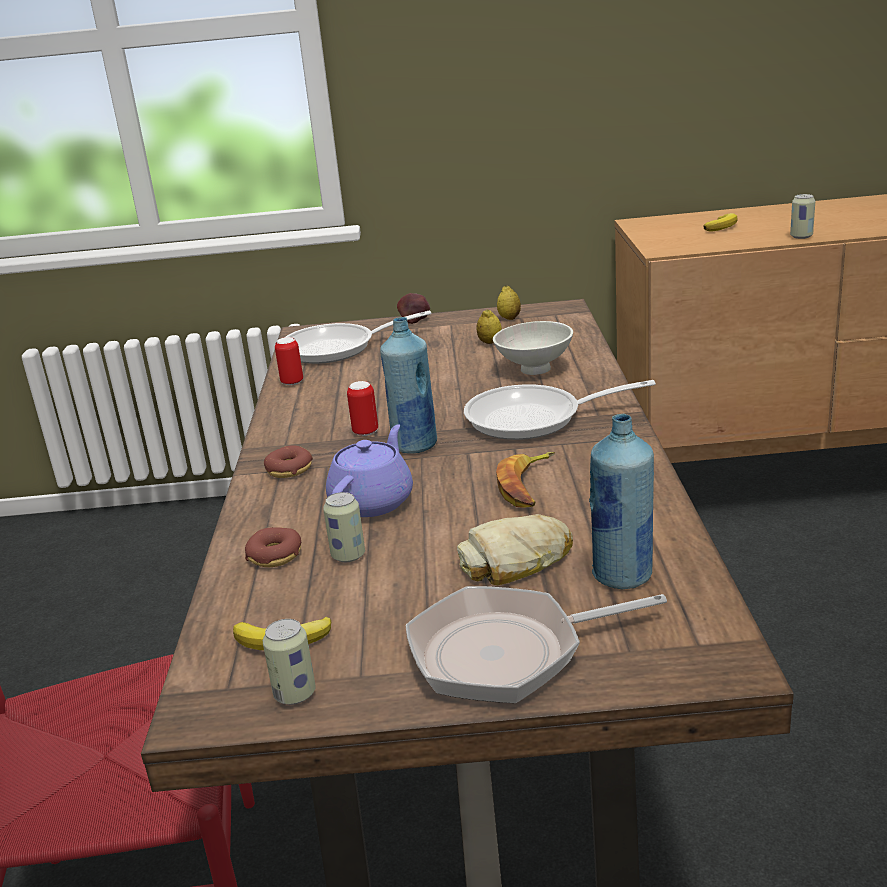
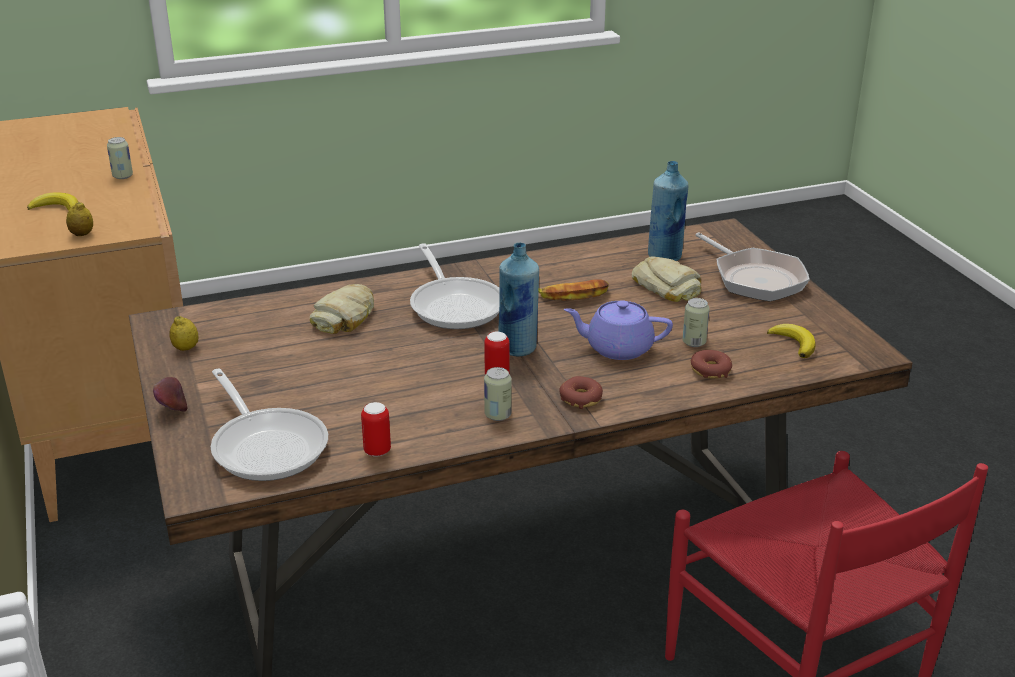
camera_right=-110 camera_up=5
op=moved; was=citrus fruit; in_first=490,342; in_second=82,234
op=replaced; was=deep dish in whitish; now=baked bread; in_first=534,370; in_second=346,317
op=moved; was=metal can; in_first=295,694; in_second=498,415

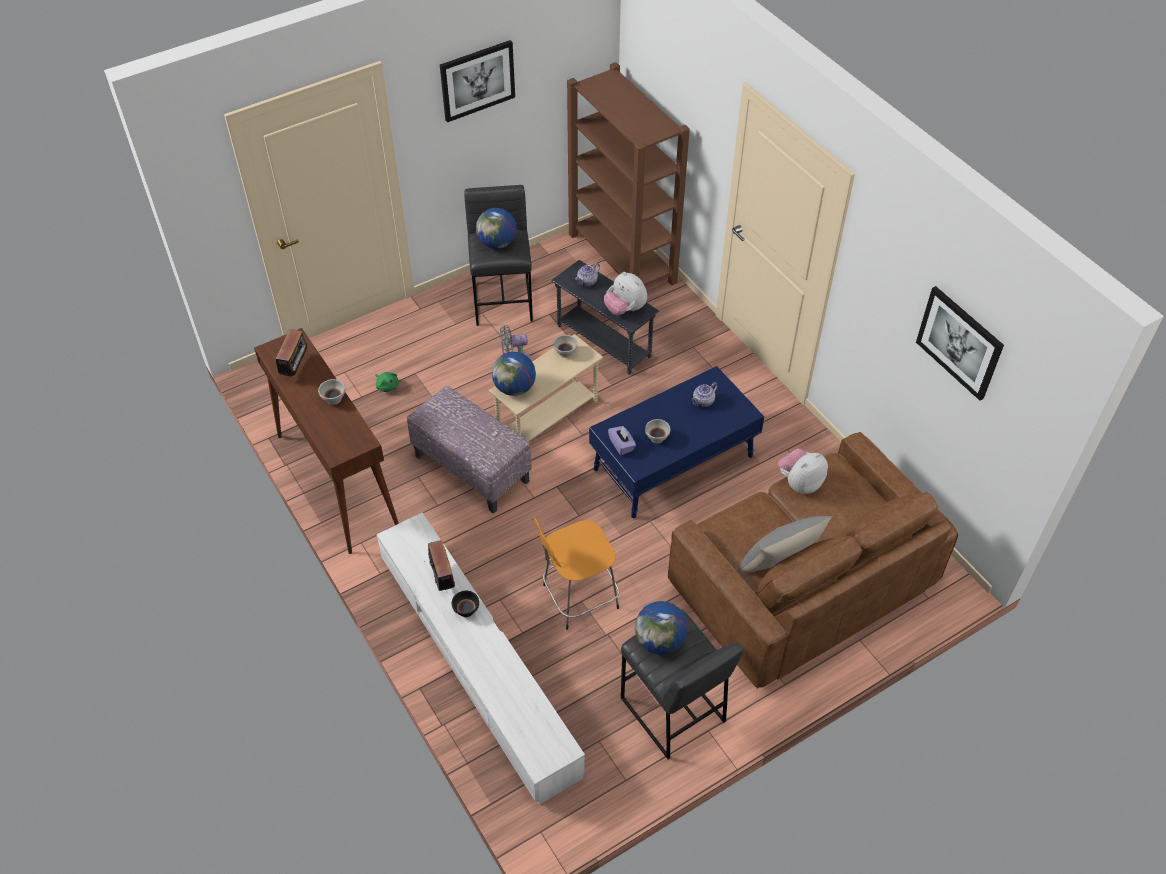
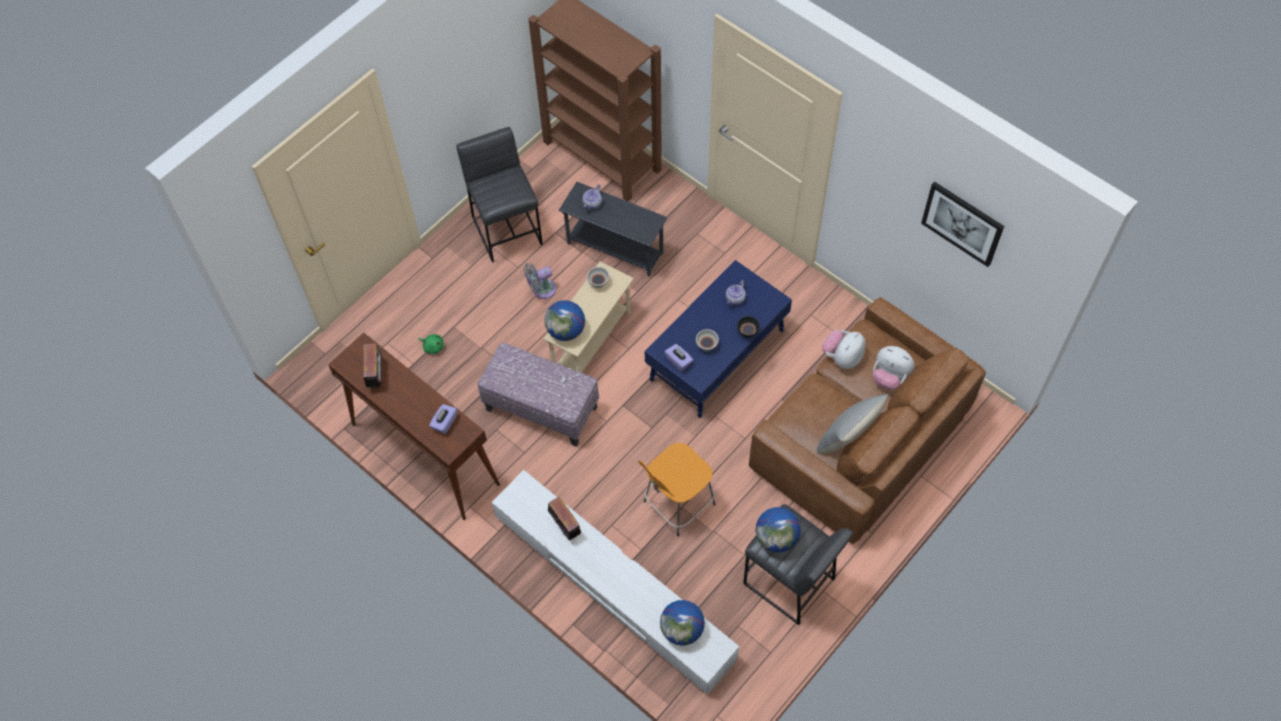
camera_right=-15 camera_up=10
op=removed; was=wall art; in_first=477,80
op=moved; was=world globe; in_first=497,243; in_second=682,630
op=moved; was=plush toy; in_first=625,309; in_second=889,377
op=removed; was=deep dish in whitish; in_first=333,399
op=moved; was=deep dish in blackish; in_first=466,610; in_second=747,332
op=added; now=tissue holder in purplish; in_second=444,423

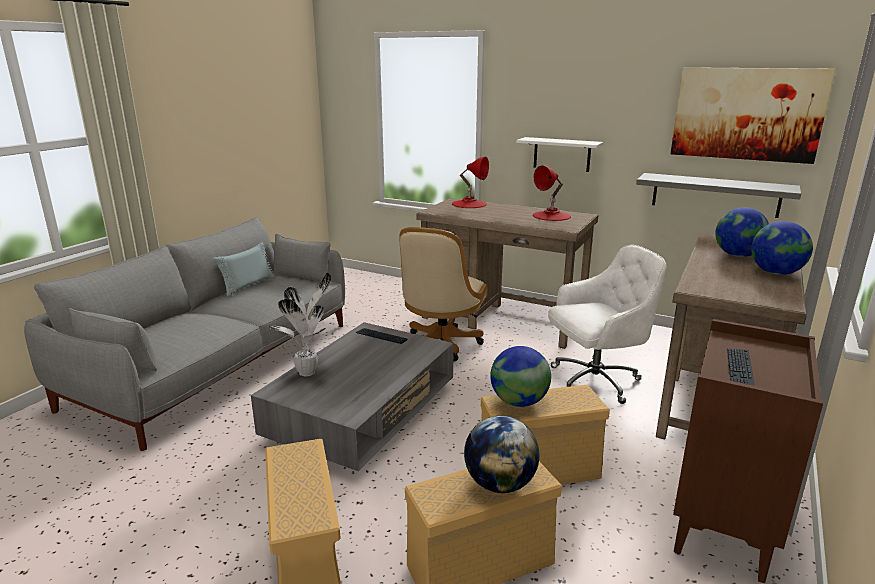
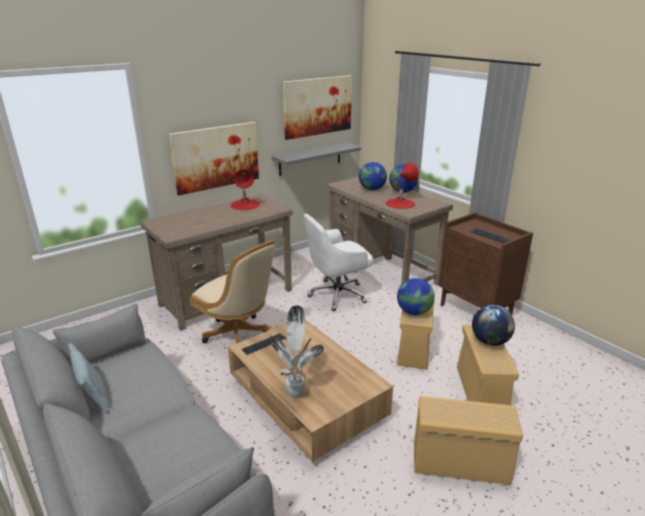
camera_right=-65 camera_up=5
op=replaced; was=bracket shelf in whitish; now=wall art; in_first=562,154; in_second=216,157
op=moved; was=tabletop lamp in reddish; in_first=469,204; in_second=400,203
op=turned; was=desk chair in whitish; in_first=595,380; in_second=337,294; clockwise=-120
op=recoloured; was=coffee table in gray; now=coffee table in brown-coloured; in_first=363,414; in_second=306,400

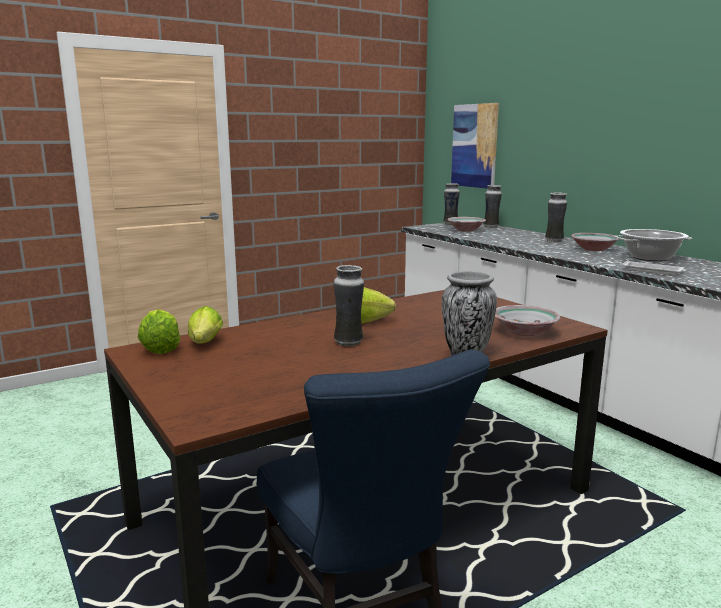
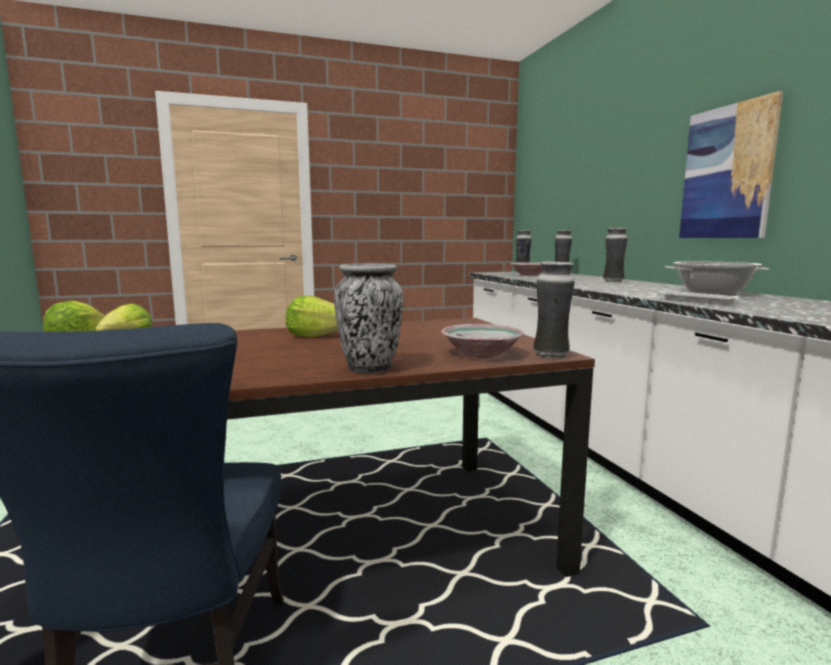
camera_right=15 camera_up=-5
op=moved; was=wall art; in_first=474,146; in_second=727,173
op=removed; was=deep dish; in_first=593,249
op=moved; was=vase; in_first=349,342; in_second=551,355

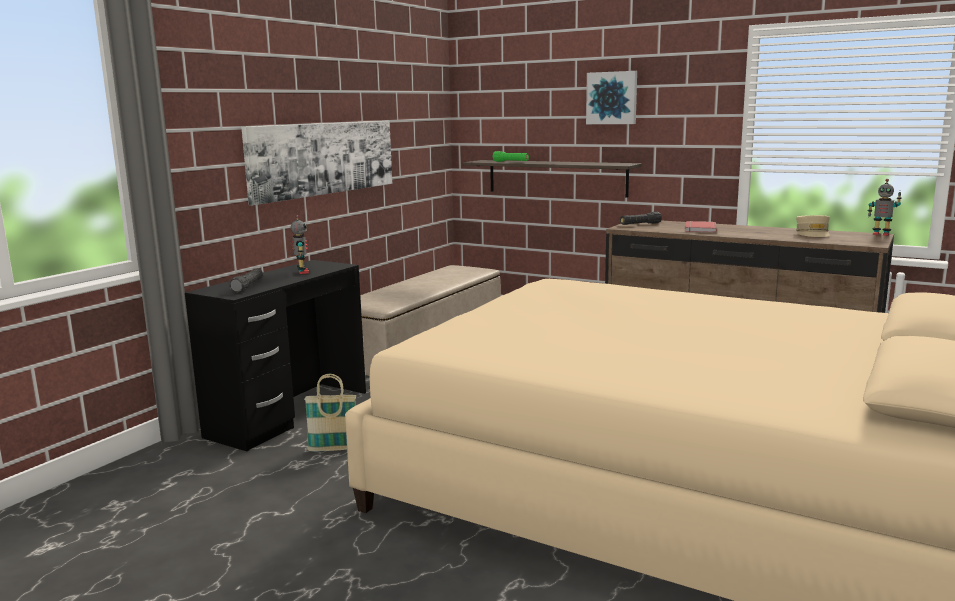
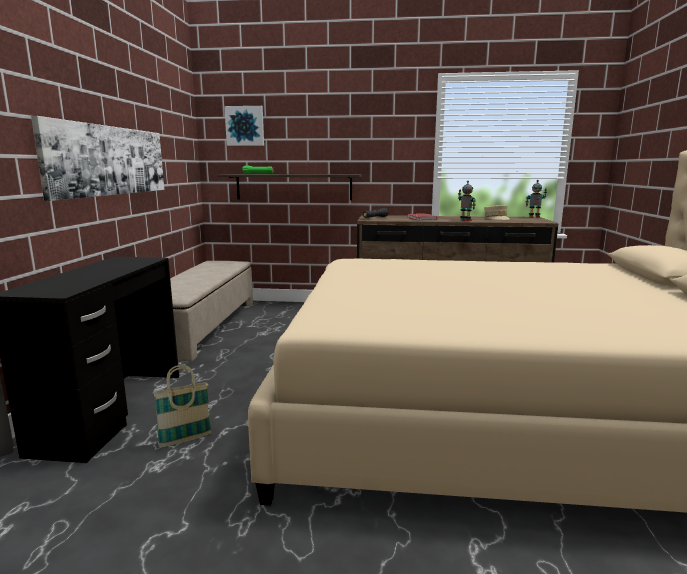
camera_right=-25 camera_up=0
op=moved; was=wall art; in_first=612,98; in_second=245,126
op=moved; was=toy robot; in_first=302,272; in_second=465,220
op=removed; was=torch in blackish; in_first=248,286

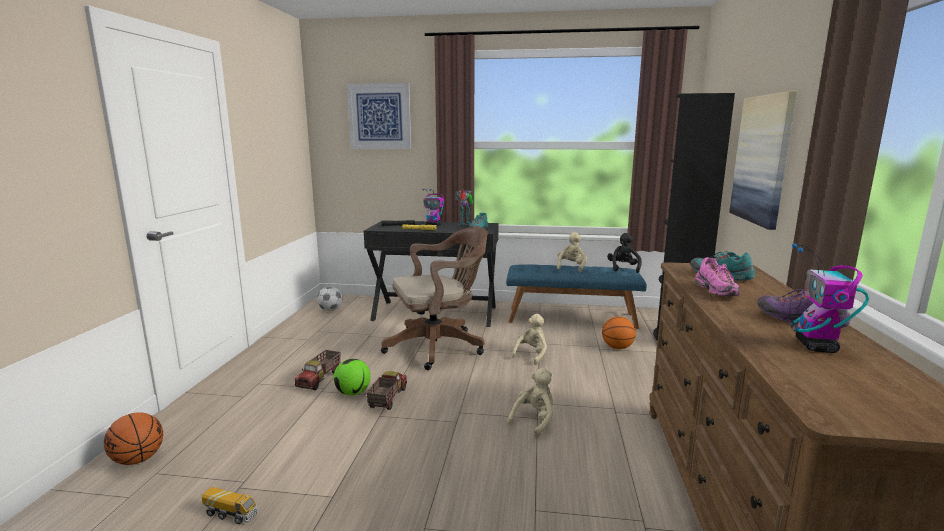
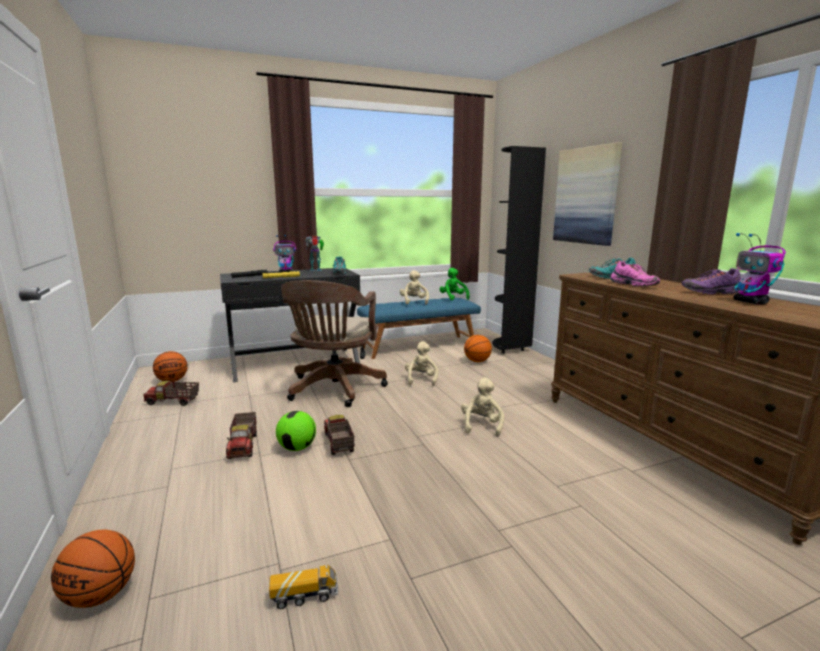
camera_right=-30 camera_up=0
op=removed; was=wall art; in_first=379,116
op=turned; was=desk chair in brown-coloured; in_first=439,346; in_second=334,390; clockwise=150
op=recoloured; was=plush toy in blackish; now=plush toy in green-coloured; in_first=623,268; in_second=453,298
op=replaced; was=ball for football; now=basketball ball; in_first=330,310; in_second=172,381
op=added; now=model truck; in_second=173,402

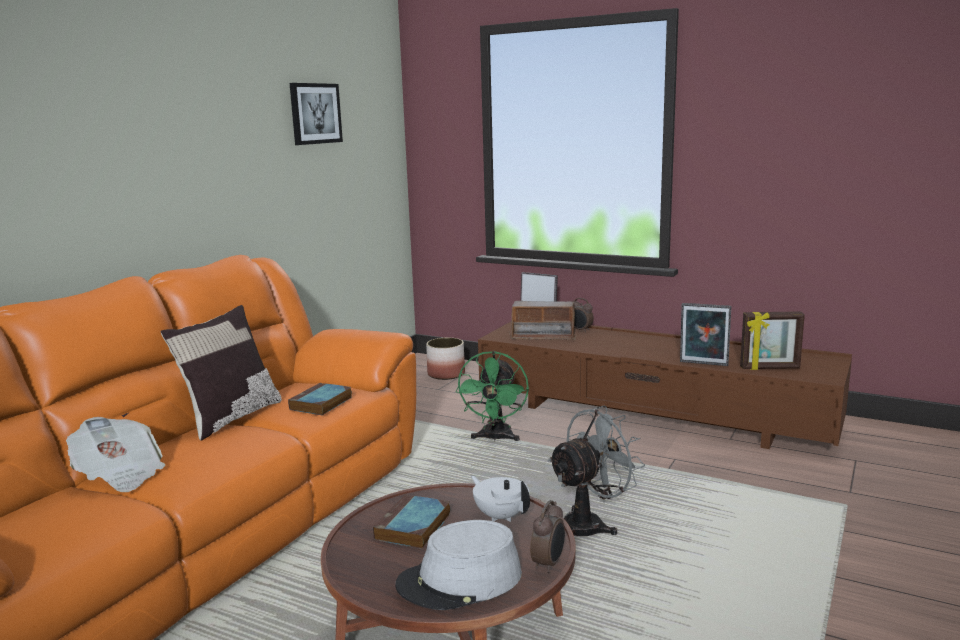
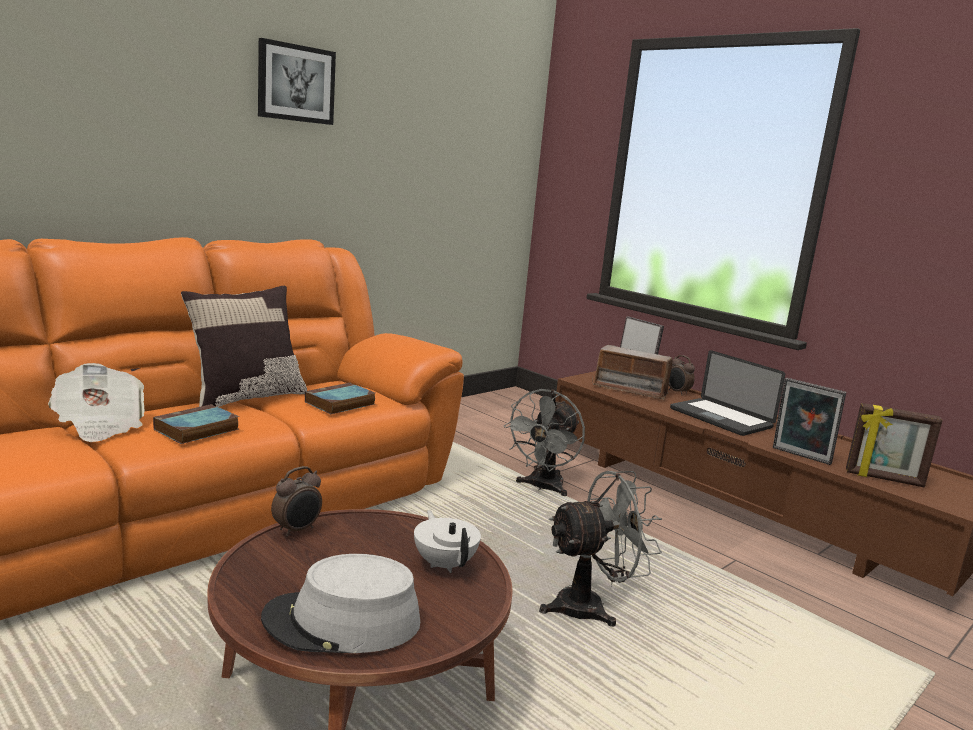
camera_right=15 camera_up=0
op=moved; was=wall art; in_first=315,113; in_second=295,83
op=removed; was=plant pot; in_first=446,374
op=recoloured; was=cooling fan in green-coloured; now=cooling fan in gray; in_first=495,438; in_second=542,488
op=moved; was=book; in_first=413,528; in_second=196,430
op=moved; was=table clock; in_first=549,564; in_second=297,530
op=added; now=laptop; in_second=720,418

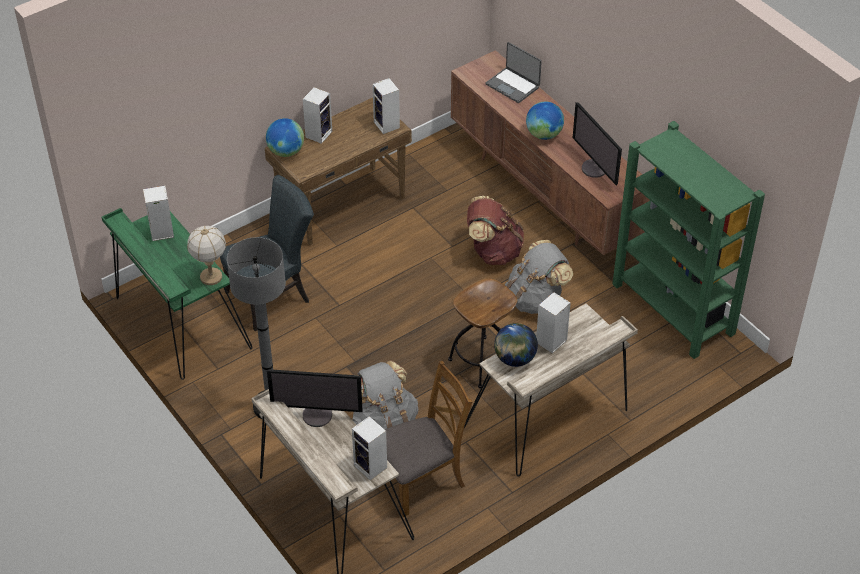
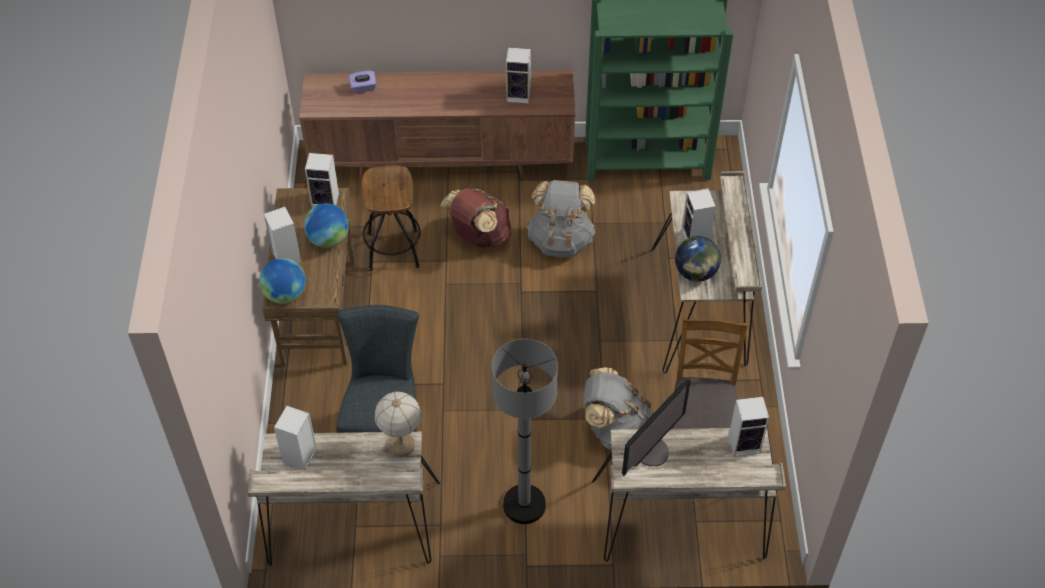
camera_right=-55 camera_up=5
op=replaced; was=laptop; now=tissue holder in purplish; in_first=513,85; in_second=363,88
op=moved; was=world globe; in_first=544,135; in_second=328,240
op=replaced; was=computer screen; now=speaker; in_first=595,168; in_second=519,95
op=recoloured; was=desk in green-coloured; now=desk in beige-coloured; in_first=179,322; in_second=351,526
op=moved; was=stool seat in brown-coloured; in_first=482,361; in_second=393,249

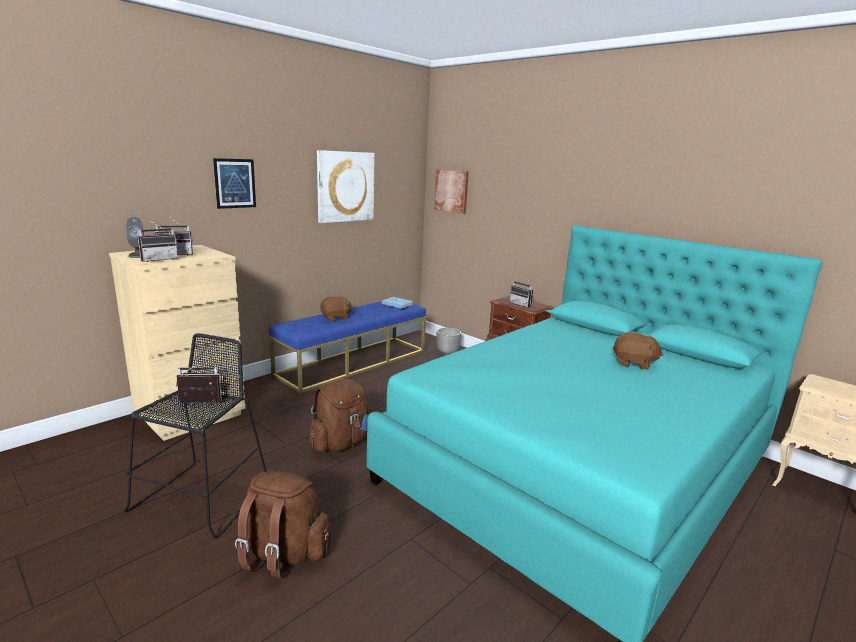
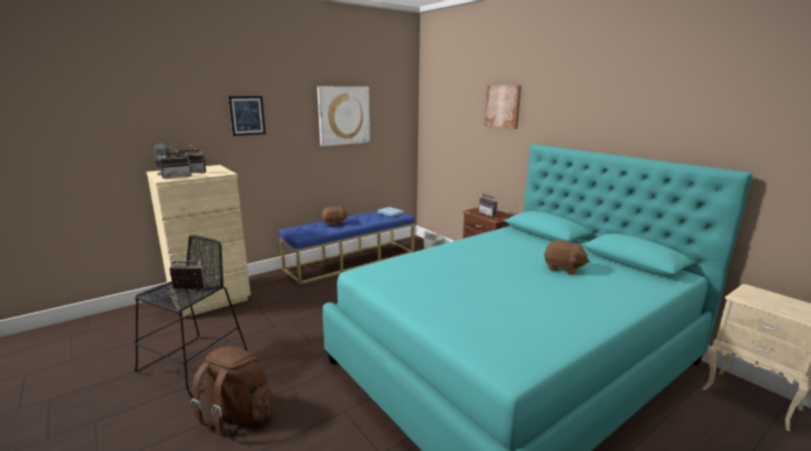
camera_right=10 camera_up=0
op=moved; was=wall art; in_first=451,191; in_second=503,106
op=removed; was=rucksack in brown-coloured; in_first=341,443

